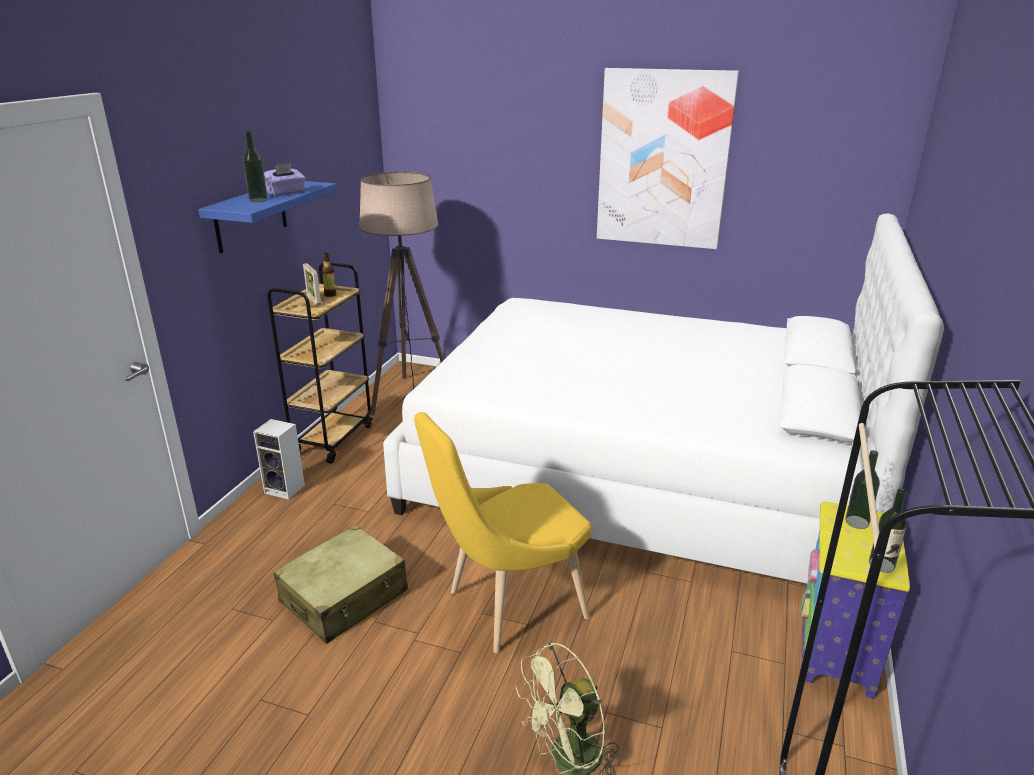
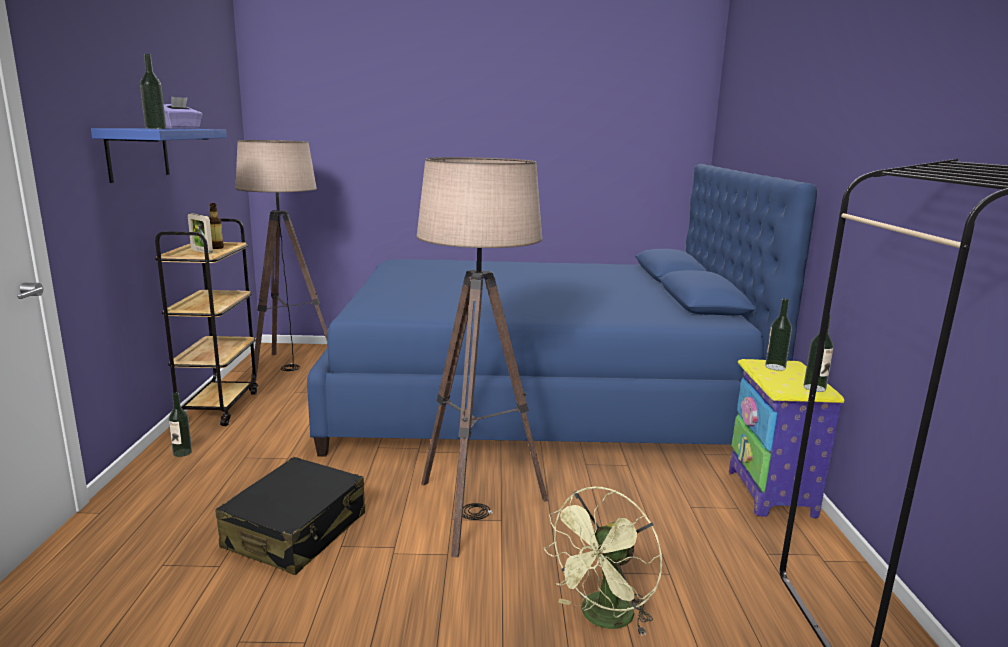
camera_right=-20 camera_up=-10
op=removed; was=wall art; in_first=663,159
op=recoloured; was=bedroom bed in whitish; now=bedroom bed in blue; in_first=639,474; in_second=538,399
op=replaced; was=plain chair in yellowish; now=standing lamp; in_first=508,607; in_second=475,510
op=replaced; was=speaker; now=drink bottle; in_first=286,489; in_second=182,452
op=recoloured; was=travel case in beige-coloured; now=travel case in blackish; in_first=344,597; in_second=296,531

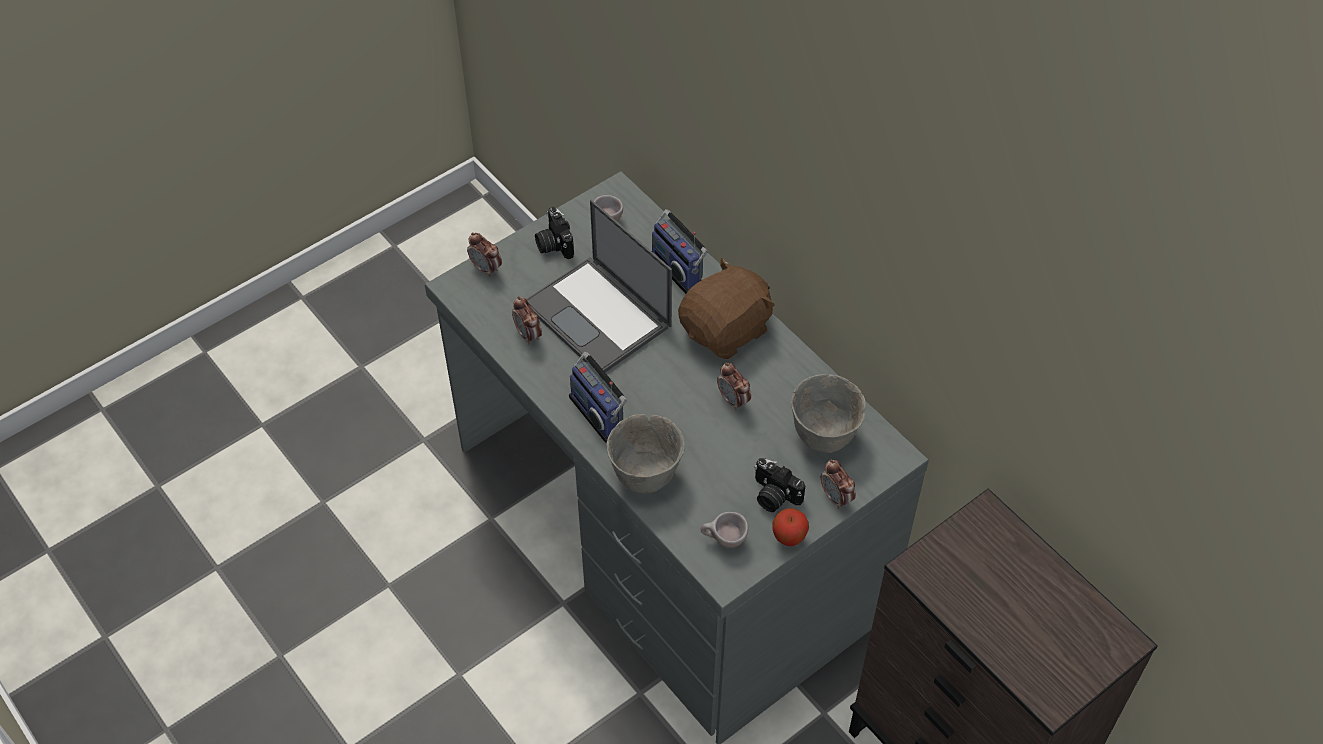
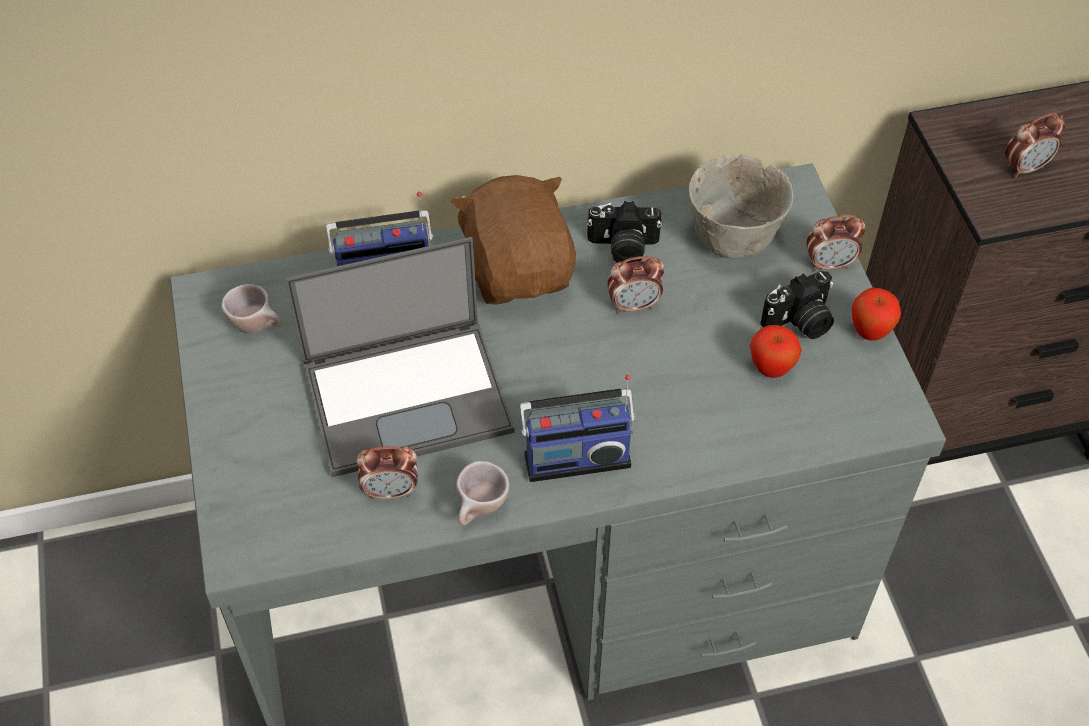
camera_right=-65 camera_up=0
op=moved; was=still camera; in_first=553,244; in_second=623,248
op=moved; was=table clock; in_first=486,269; in_second=1025,168
op=removed; was=deep dish in gray; in_first=645,473
op=moved; was=small cup in beige-coloured; in_first=723,541; in_second=480,511
op=added; now=whole apple; in_second=771,368

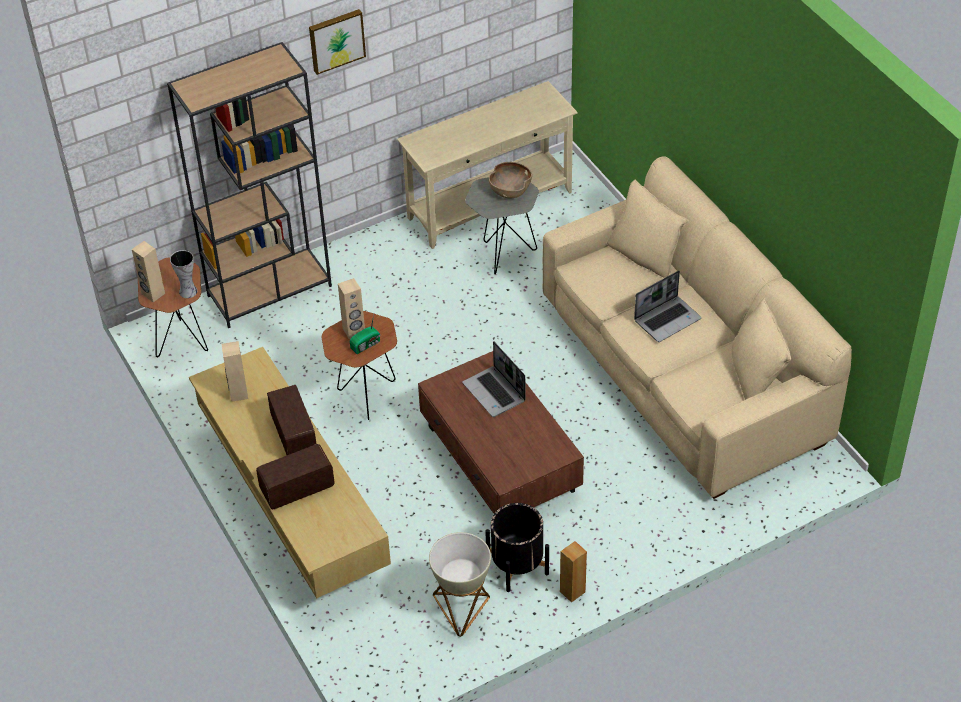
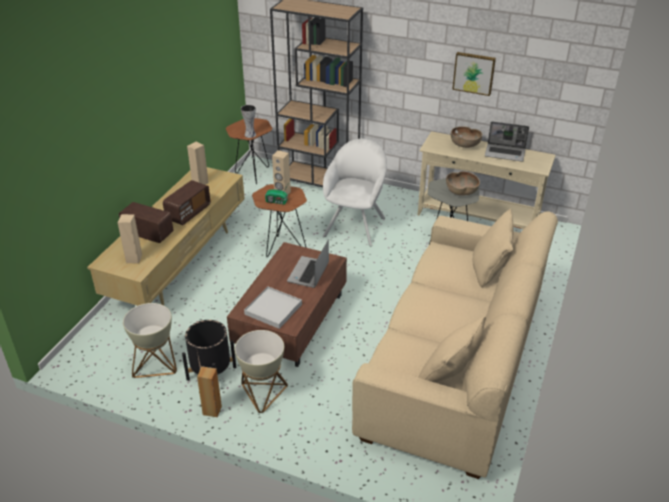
camera_right=50 camera_up=-10
op=moved; was=wall art; in_first=336,40; in_second=474,73
op=moved; was=speaker in beige-coloured; in_first=153,294; in_second=134,259
op=moved; was=laptop; in_first=667,319; in_second=505,153
op=added; now=deep dish in brown-coloured; in_second=464,145
op=added; now=armchair in whitish; in_second=355,224
op=added; now=carrying tray in whitish; in_second=273,309
op=added; now=plant pot; in_second=263,395

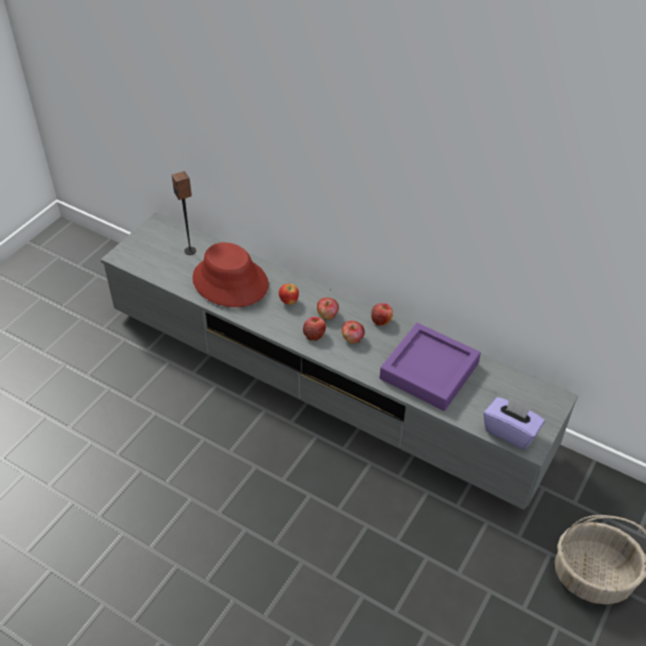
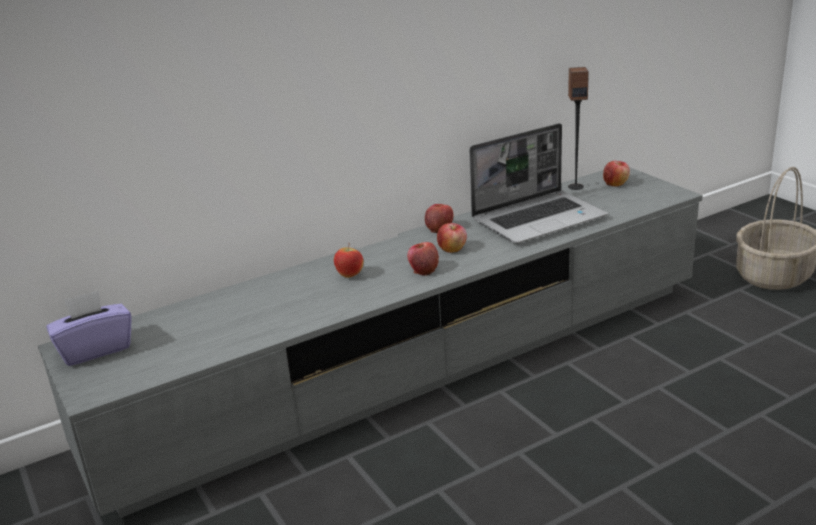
camera_right=-60 camera_up=-20
op=moved; was=speaker; in_first=190,251; in_second=575,186
op=removed; was=wearable hat in reddish; in_first=230,282
op=moved; was=whole apple; in_first=327,315; in_second=615,183
op=replaced; was=carrying tray in purplish; now=laptop; in_first=429,371; in_second=539,219
op=moved; was=tissue holder in purplish; in_first=510,431; in_second=95,349

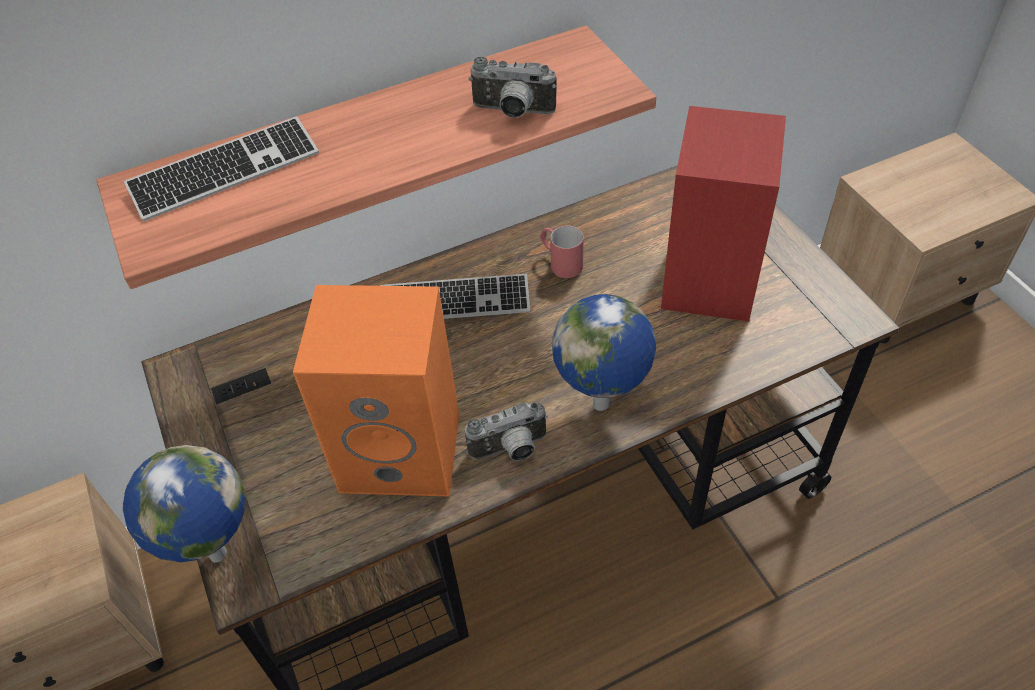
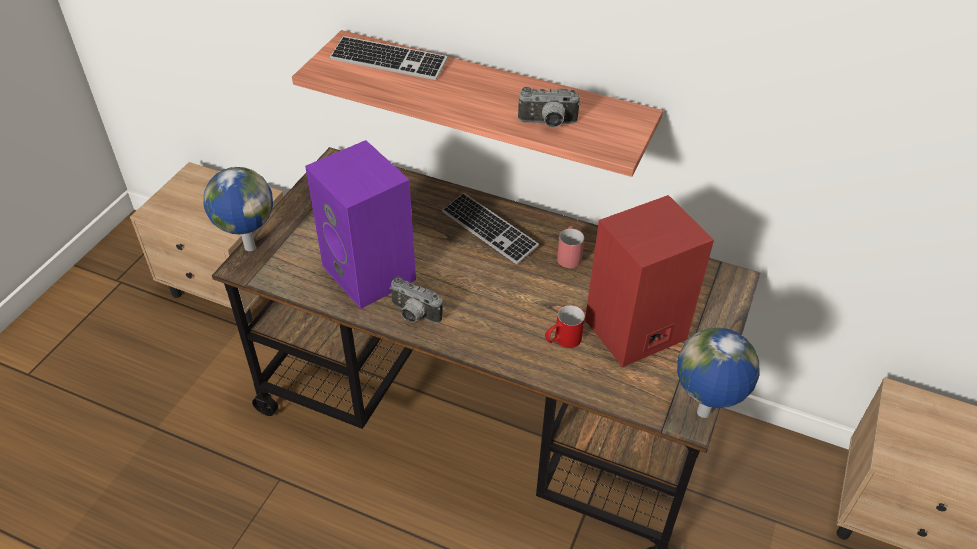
camera_right=45 camera_up=-5
op=turned; was=still camera; in_first=512,112; in_second=548,124; clockwise=-60
op=recoloured; was=speaker in orange-coloured; now=speaker in purplish; in_first=404,450; in_second=371,273
op=moved; was=world globe; in_first=603,405; in_second=703,414
op=added; now=tea mug in reddish; in_second=562,341

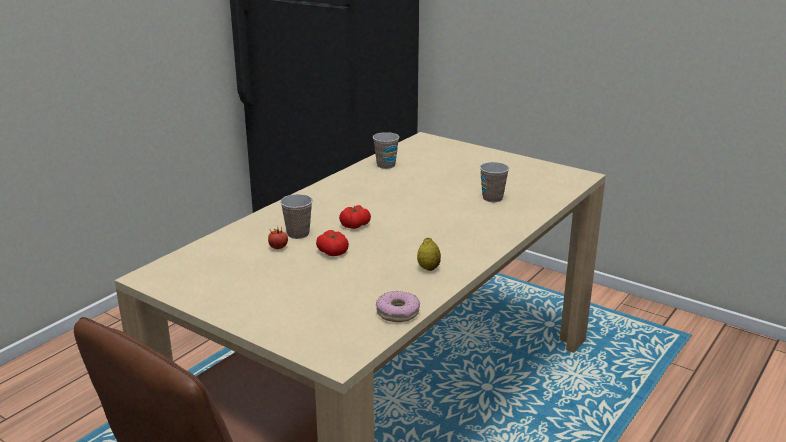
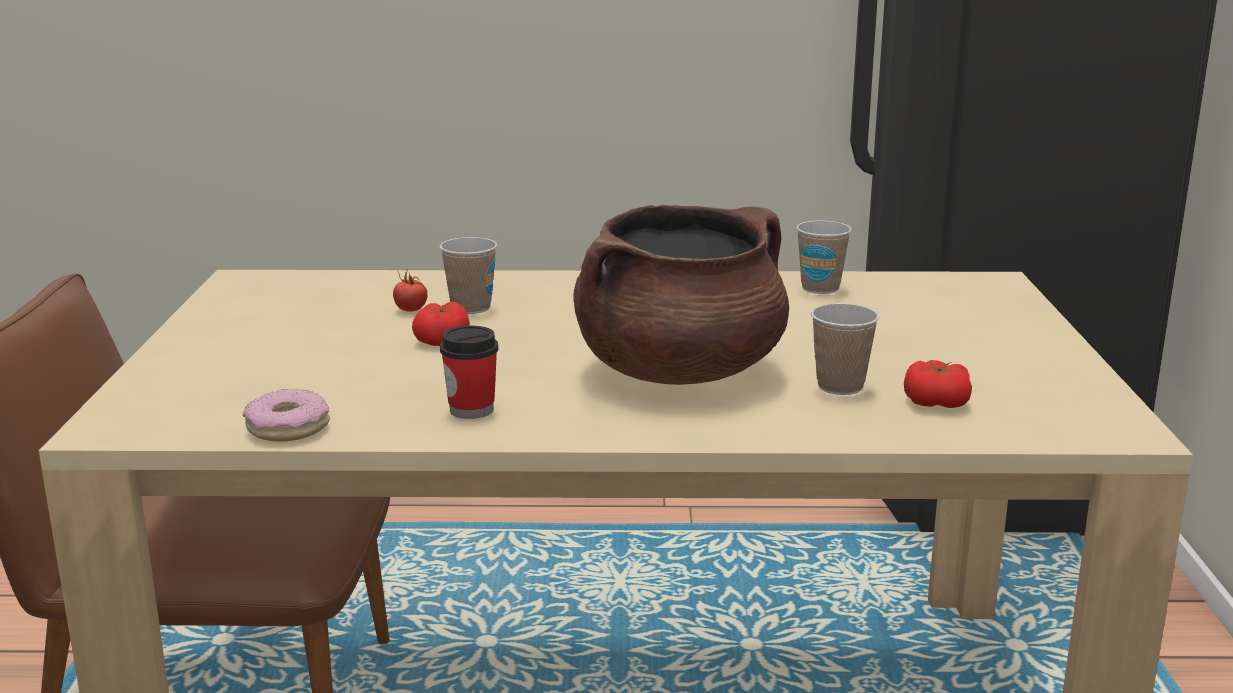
camera_right=55 camera_up=-5
op=moved; was=tomato; in_first=355,225; in_second=936,402
op=replaced; was=citrus fruit; now=small cup; in_first=428,268; in_second=471,410
op=added; now=cooking pot in brown-coloured; in_second=680,372

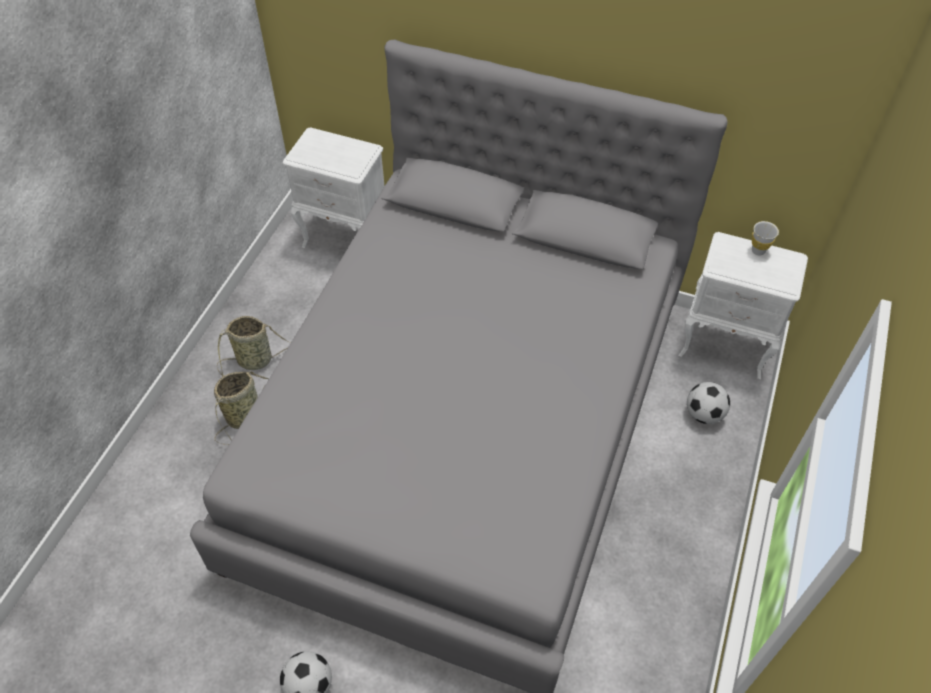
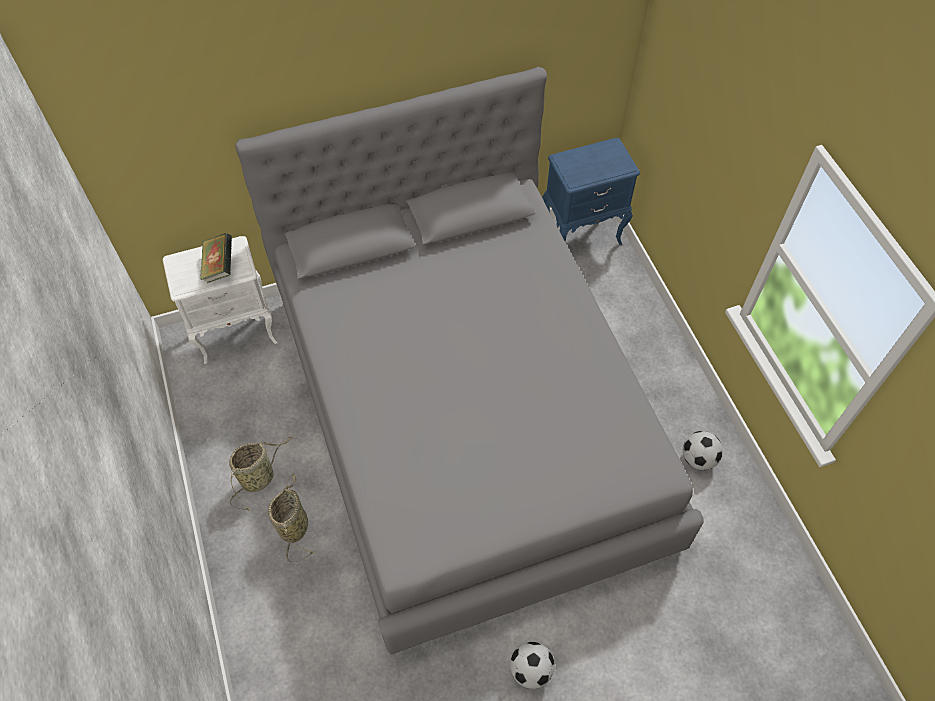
camera_right=-40 camera_up=5
op=removed; was=small cup in whitish; in_first=758,250
op=recoloured; was=night table in whitish; now=night table in blue; in_first=725,347; in_second=582,236
op=moved; was=ball for football; in_first=704,414; in_second=698,458
op=added; now=book; in_second=219,267

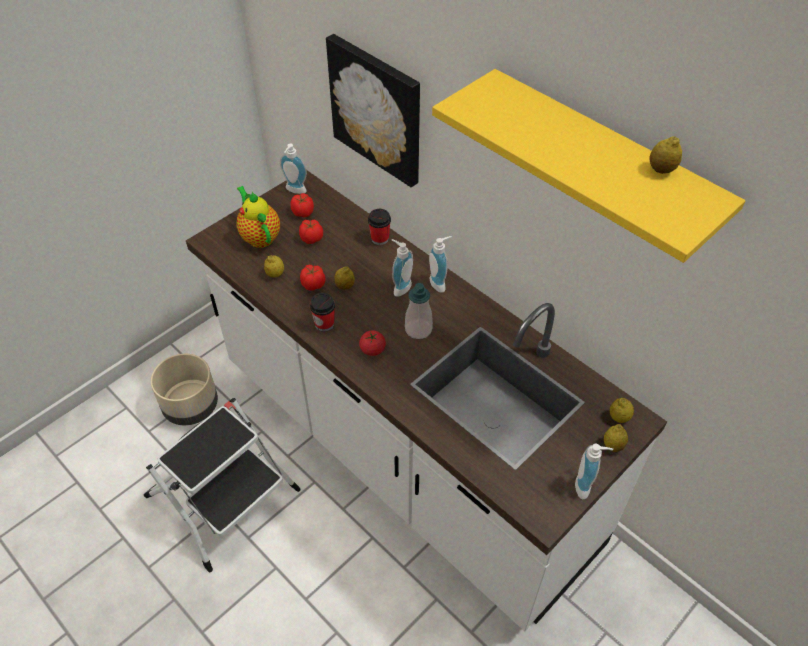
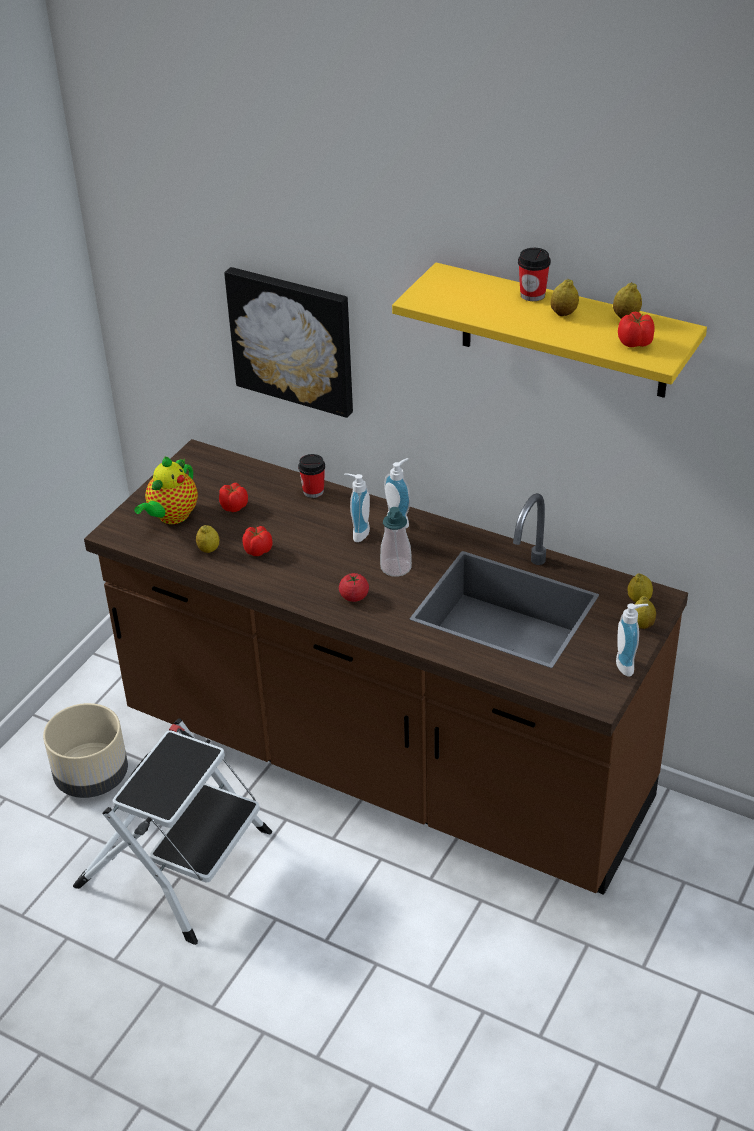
camera_right=-15 camera_up=-10
op=removed; was=soap bottle; in_first=294,191
op=recoloured; was=kitchen base unit in whitish; now=kitchen base unit in brown-coloured; in_first=404,454; in_second=384,764
op=turned; was=pot for tea; in_first=259,236; in_second=171,517; clockwise=-105
op=moved; was=tomato; in_first=303,213; in_second=636,343
op=moved; was=citrus fruit; in_first=345,286; in_second=563,313
op=moved; was=small cup; in_first=324,324; in_second=532,295

